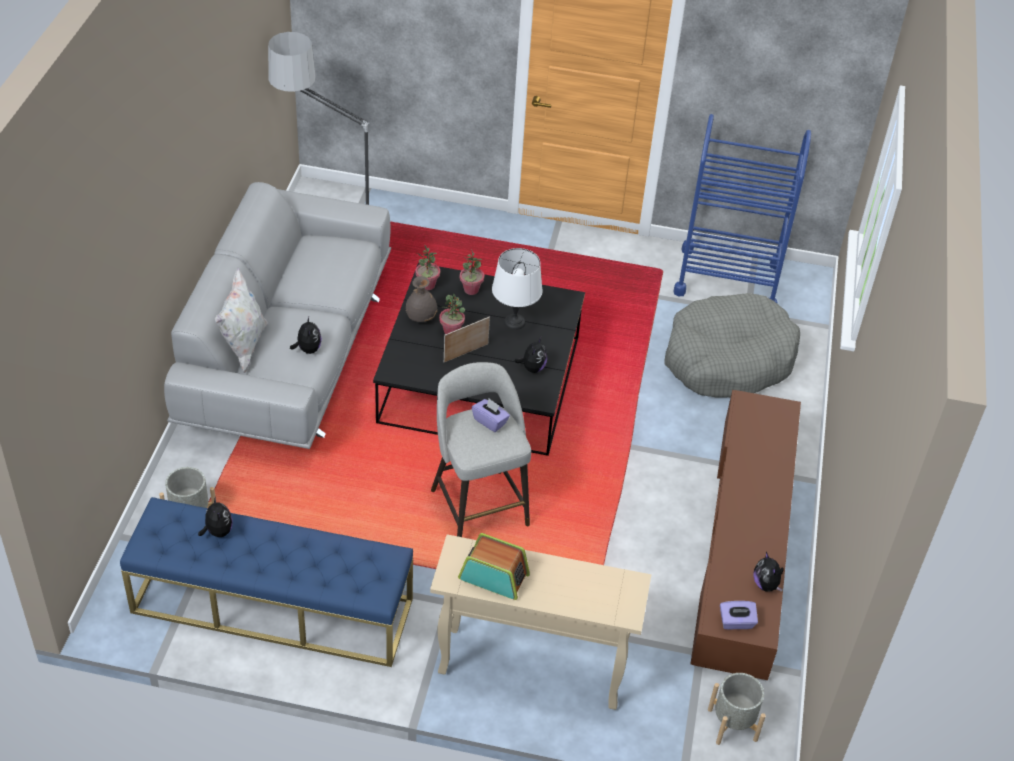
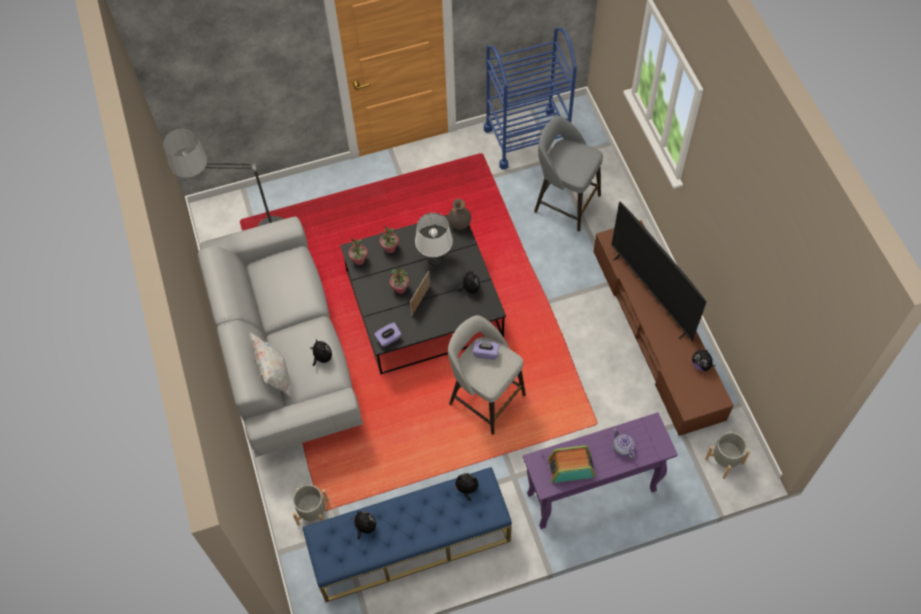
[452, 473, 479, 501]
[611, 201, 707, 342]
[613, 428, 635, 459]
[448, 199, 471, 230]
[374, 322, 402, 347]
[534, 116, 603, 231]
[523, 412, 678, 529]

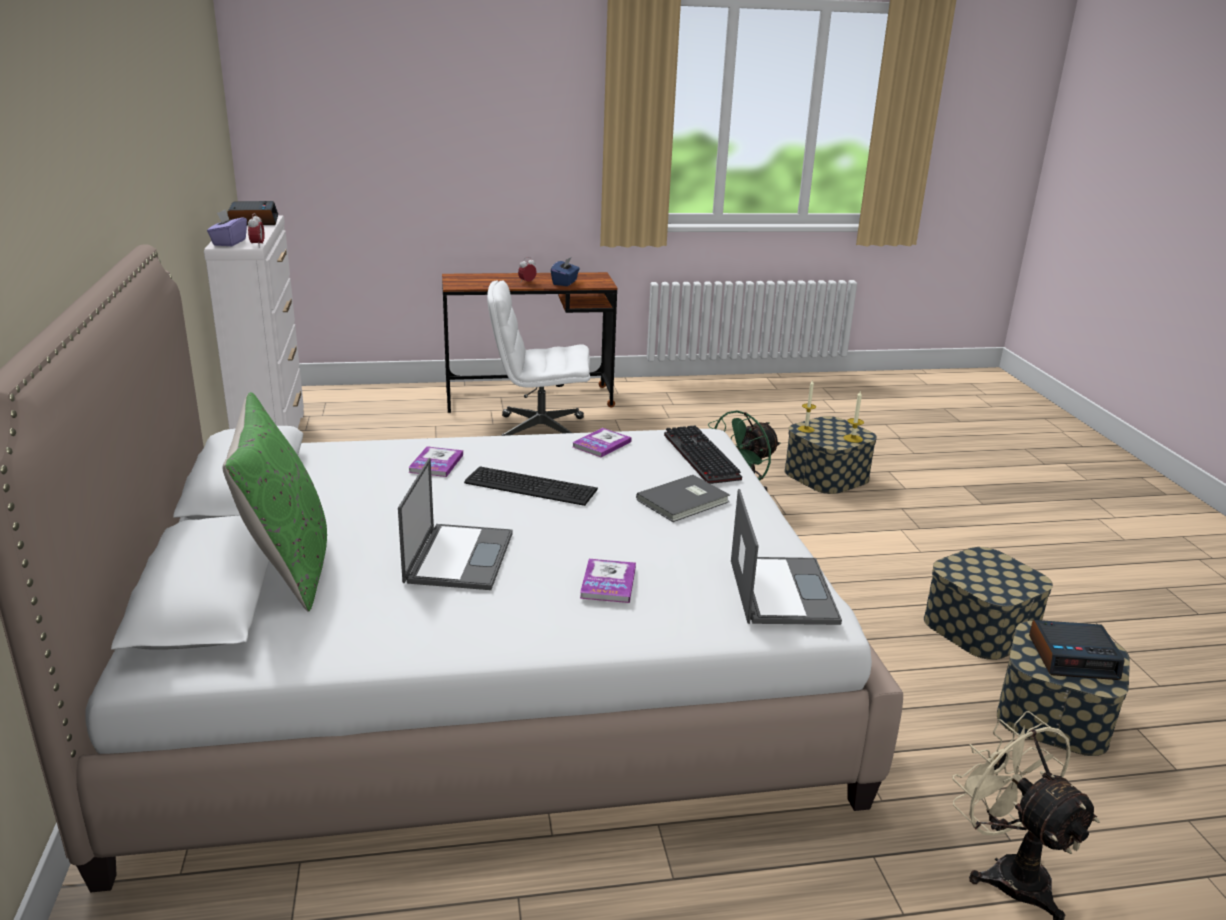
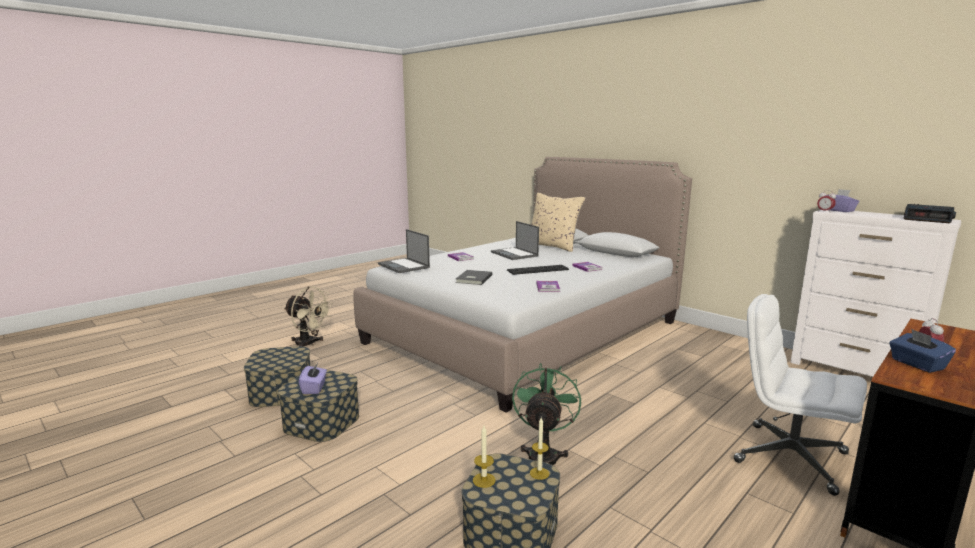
[664, 425, 742, 484] (first image)
[1029, 620, 1125, 680] (first image)
[299, 363, 327, 394]
[531, 193, 585, 252]
[734, 294, 867, 496]

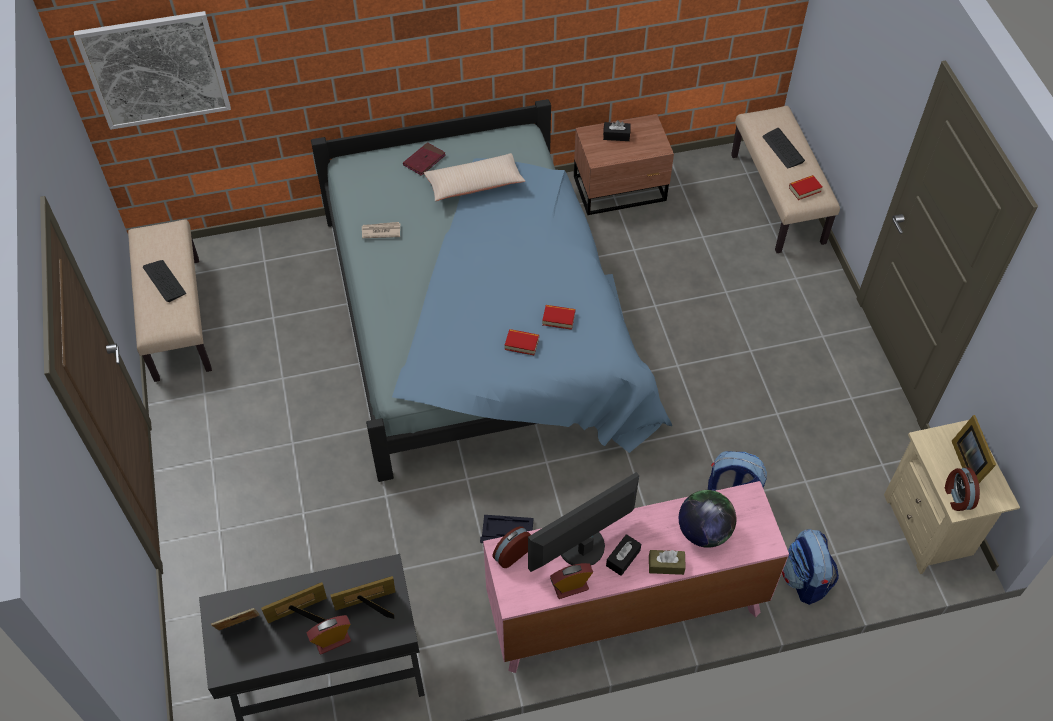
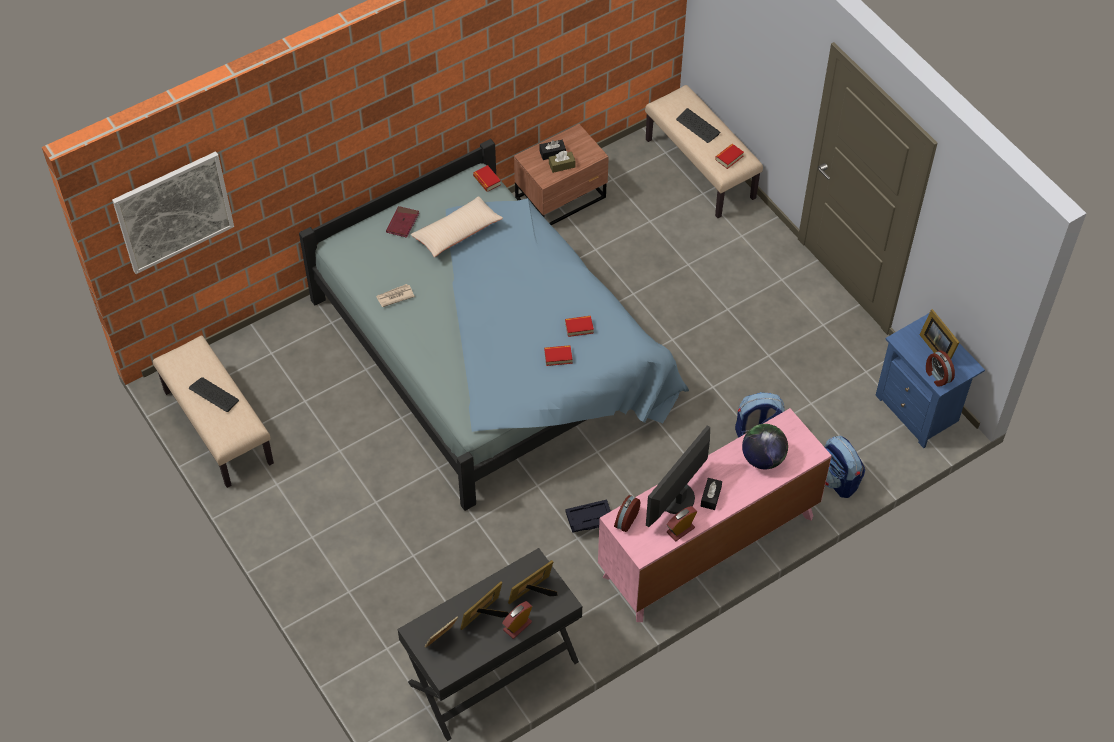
[473, 165, 501, 192]
[549, 151, 575, 173]
[875, 313, 985, 448]

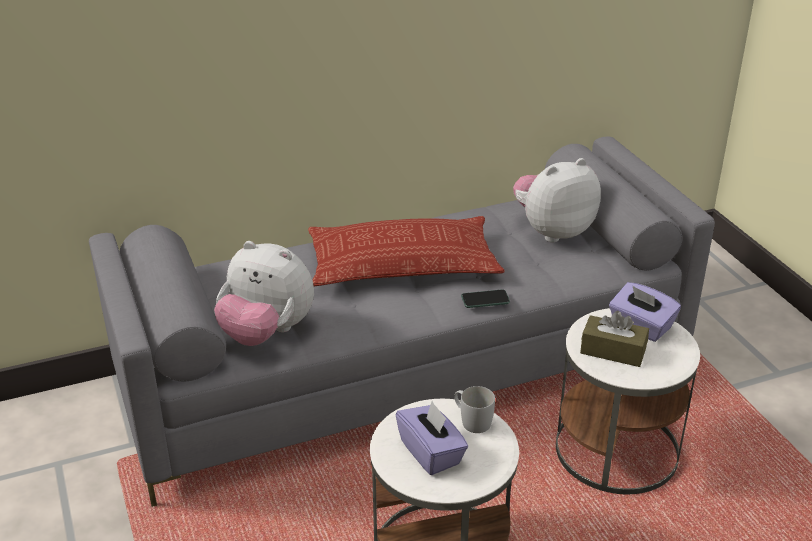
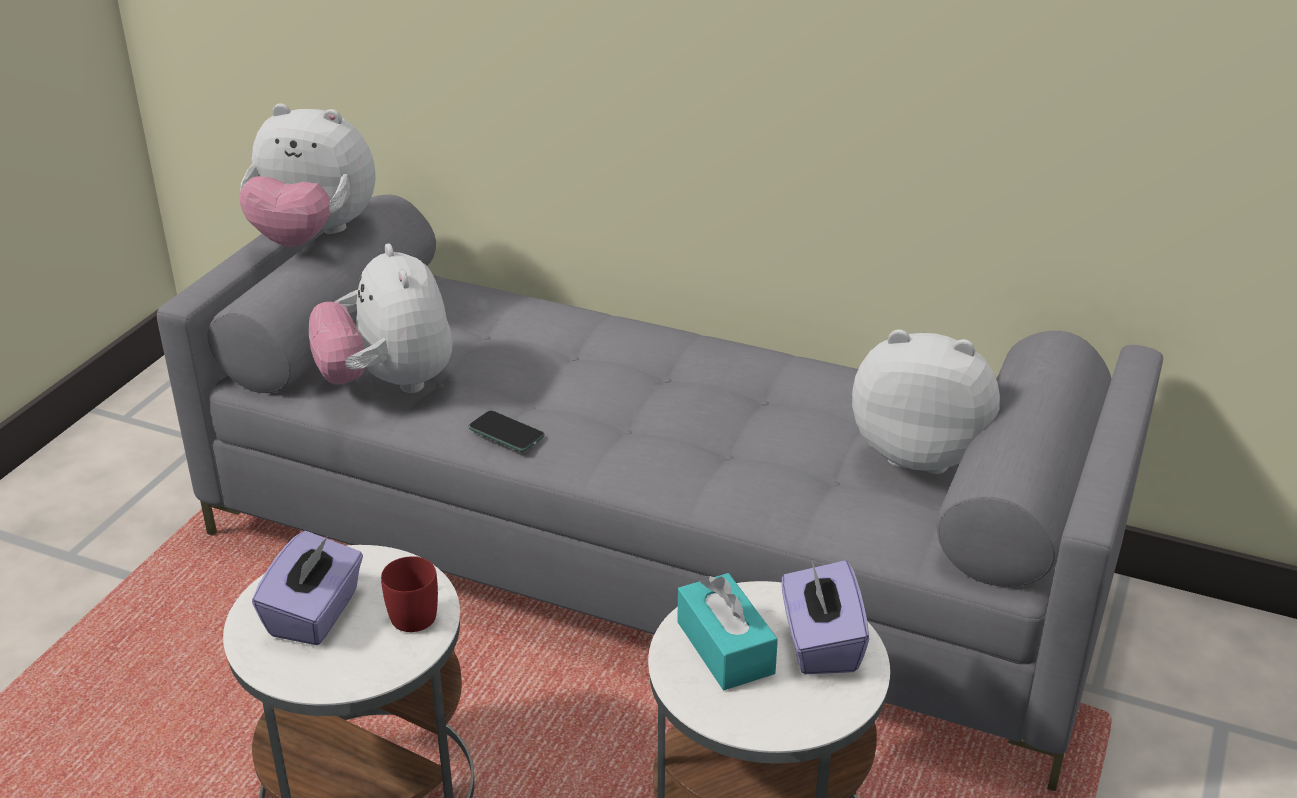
[308, 216, 505, 286] (first image)
[239, 103, 376, 247]
[468, 410, 545, 452]
[381, 556, 438, 632]
[677, 573, 778, 690]

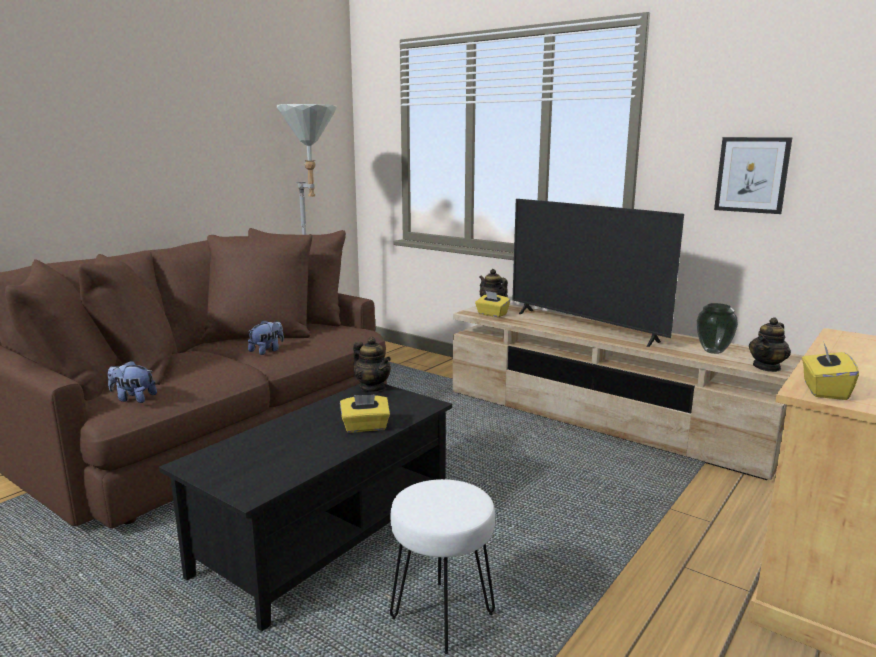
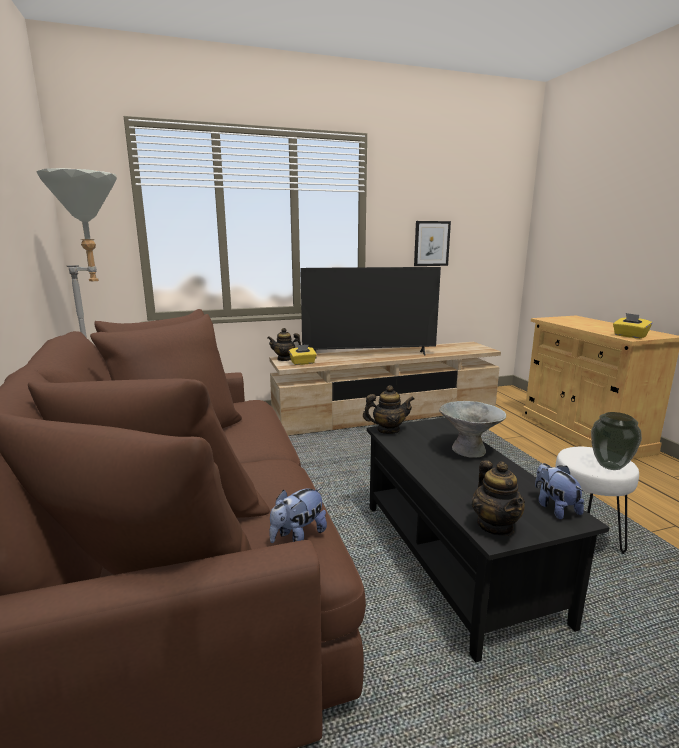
[535, 463, 584, 519]
[591, 412, 642, 470]
[472, 461, 525, 536]
[439, 401, 506, 458]

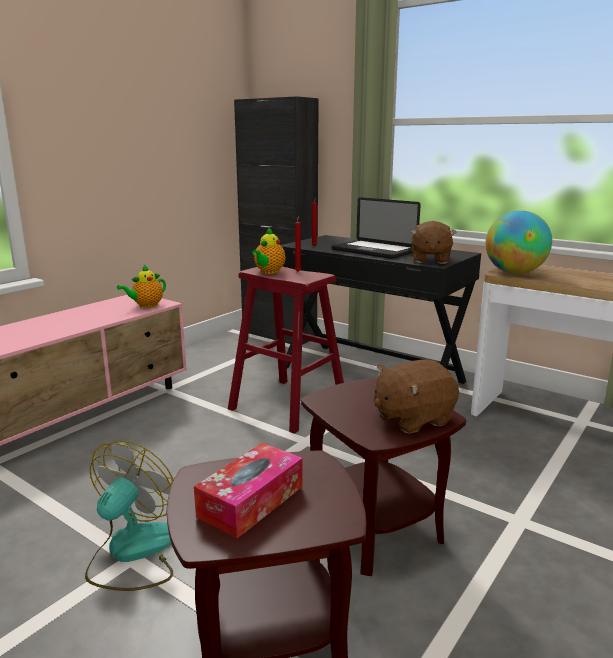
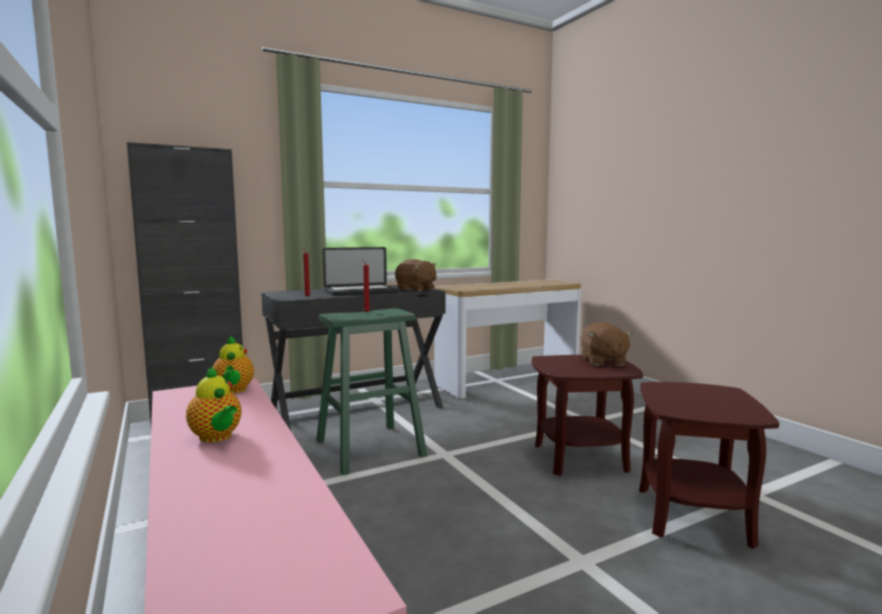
[85, 441, 173, 591] (first image)
[194, 443, 302, 539] (first image)
[486, 211, 552, 274] (first image)
[186, 366, 241, 442]
[316, 308, 427, 475]

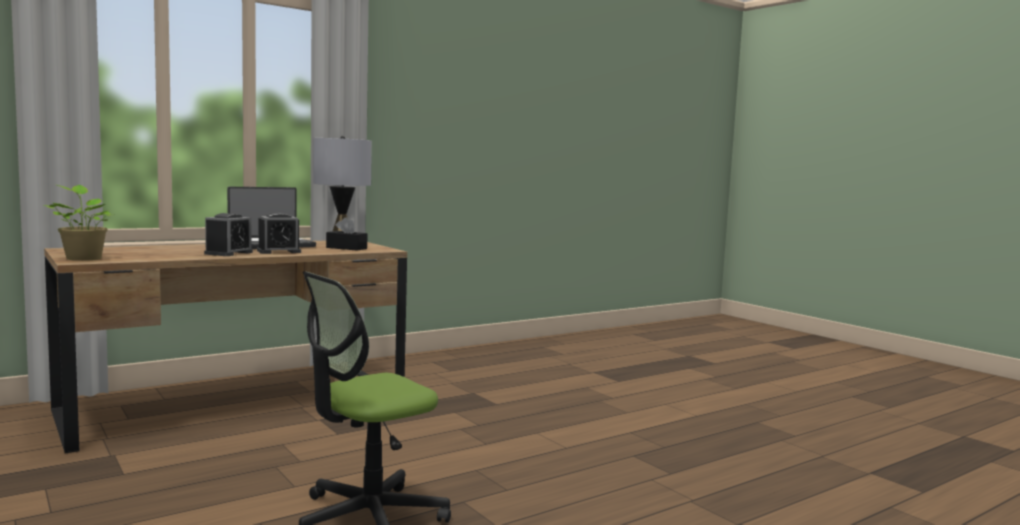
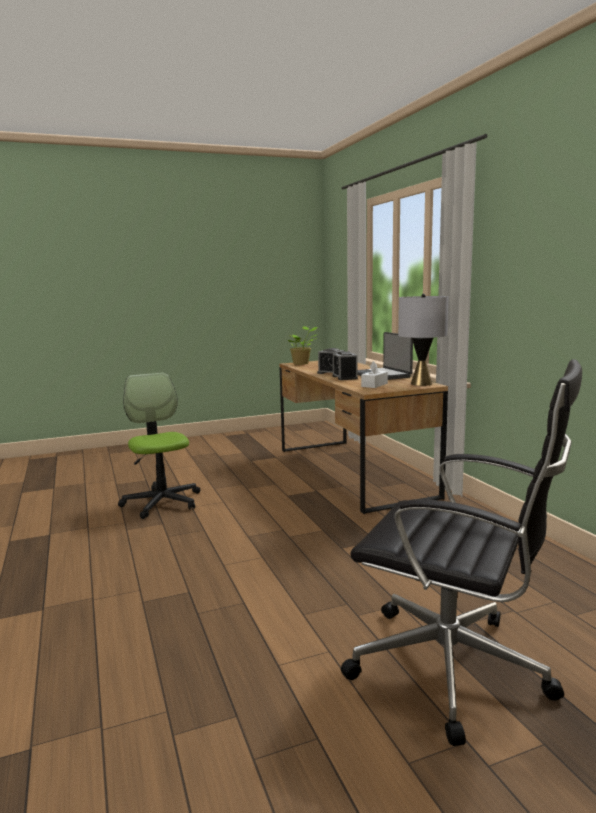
[341, 359, 582, 746]
[361, 361, 388, 388]

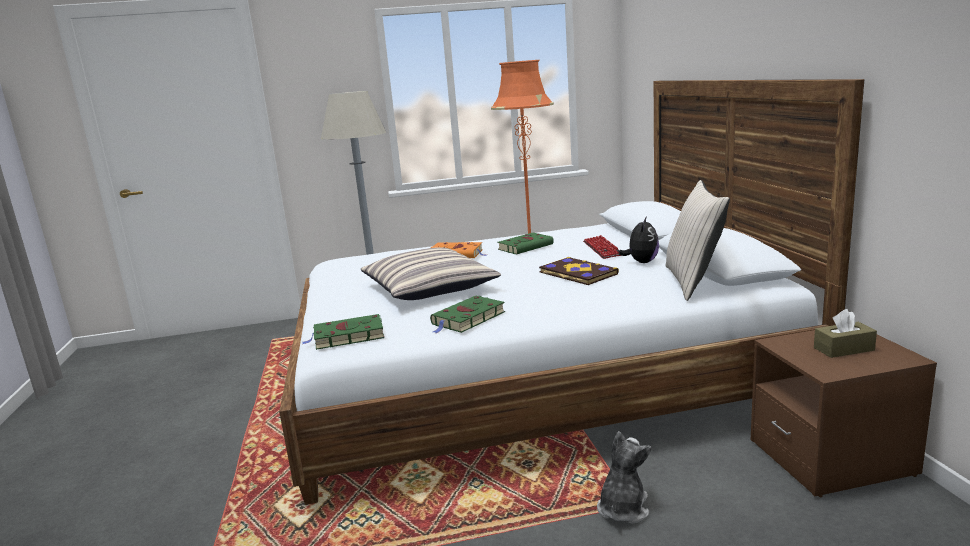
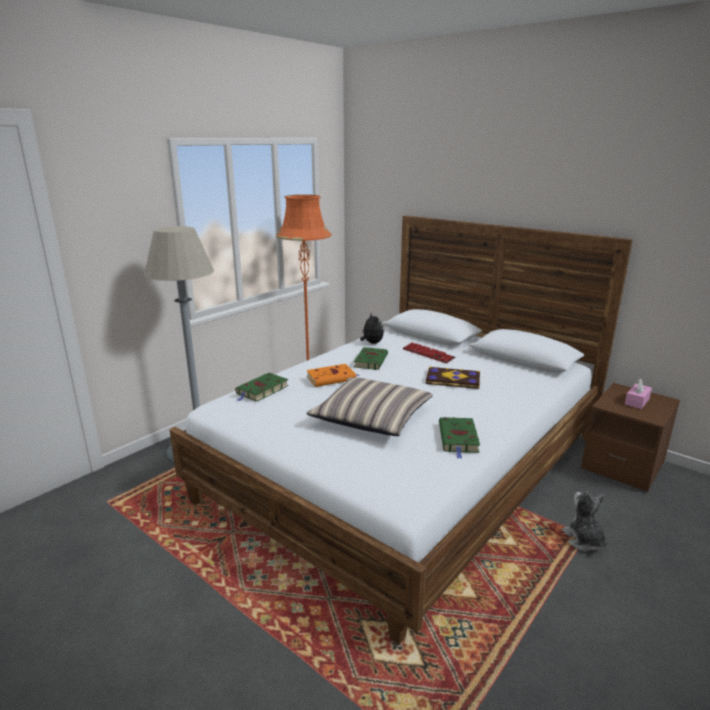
[665, 180, 730, 301] (first image)
[235, 373, 289, 402]
[360, 312, 384, 344]
[625, 378, 652, 409]

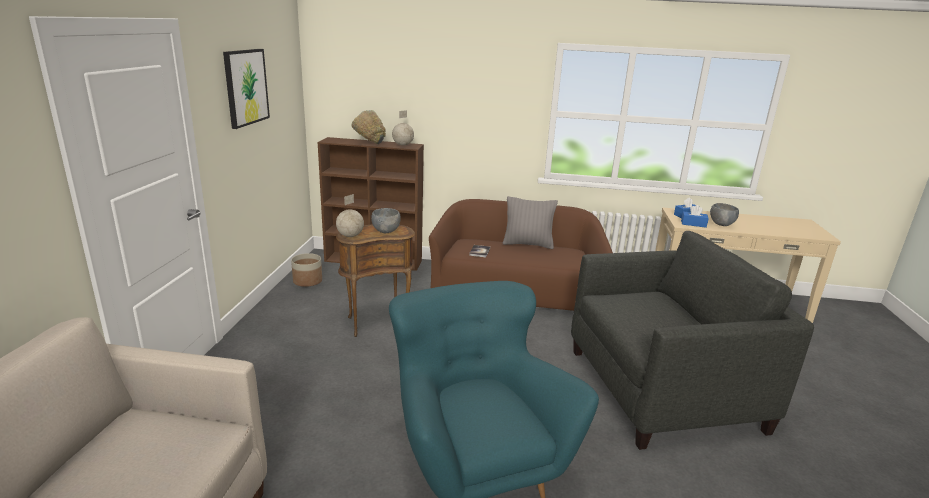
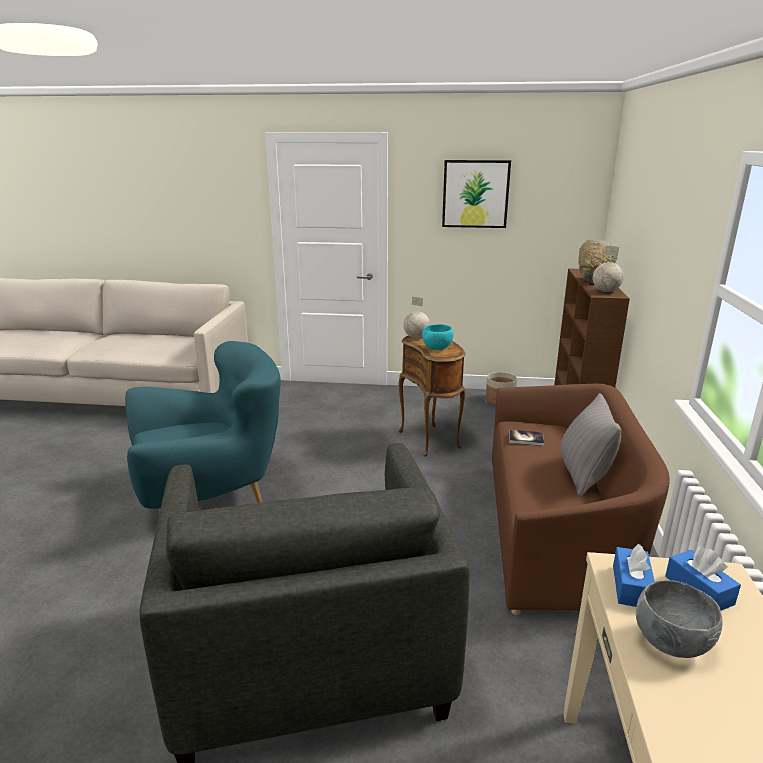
[422, 324, 454, 350]

